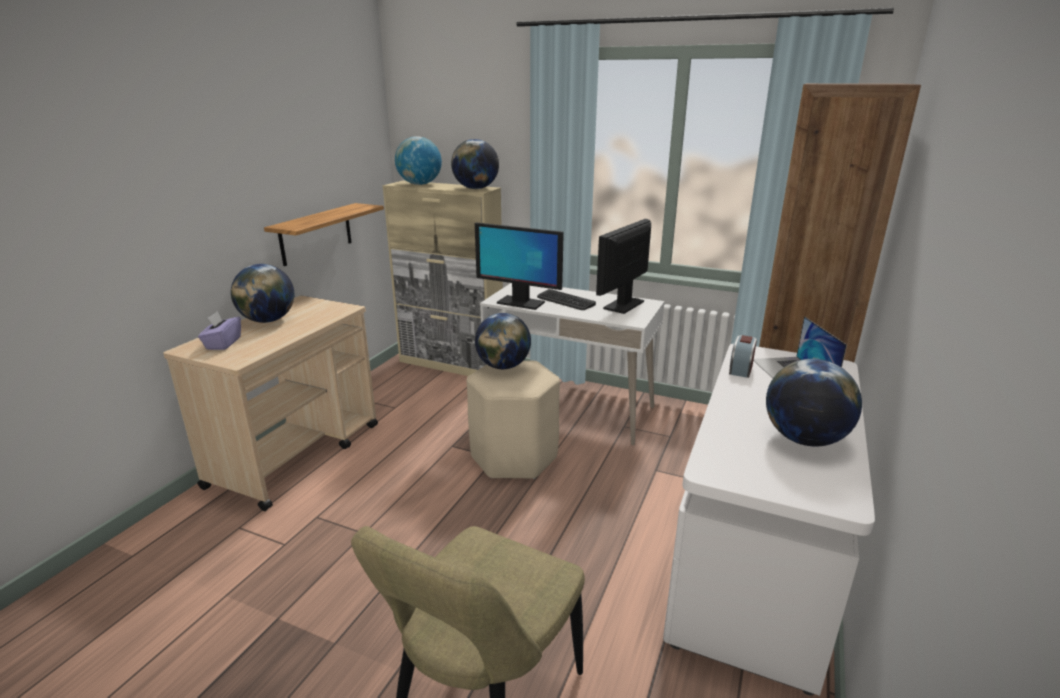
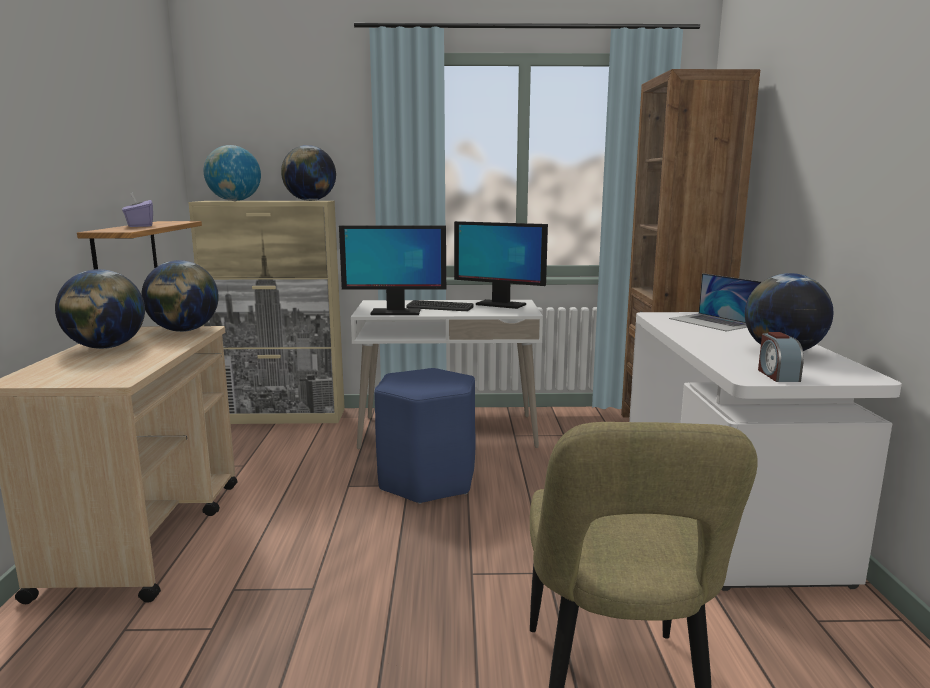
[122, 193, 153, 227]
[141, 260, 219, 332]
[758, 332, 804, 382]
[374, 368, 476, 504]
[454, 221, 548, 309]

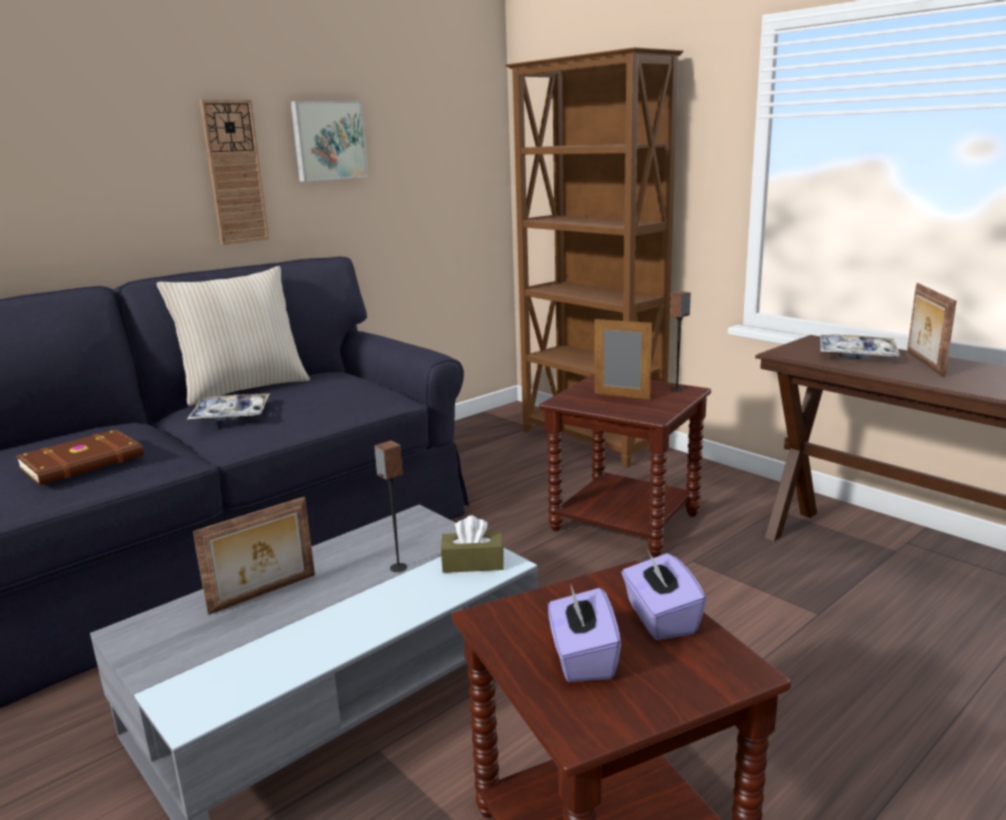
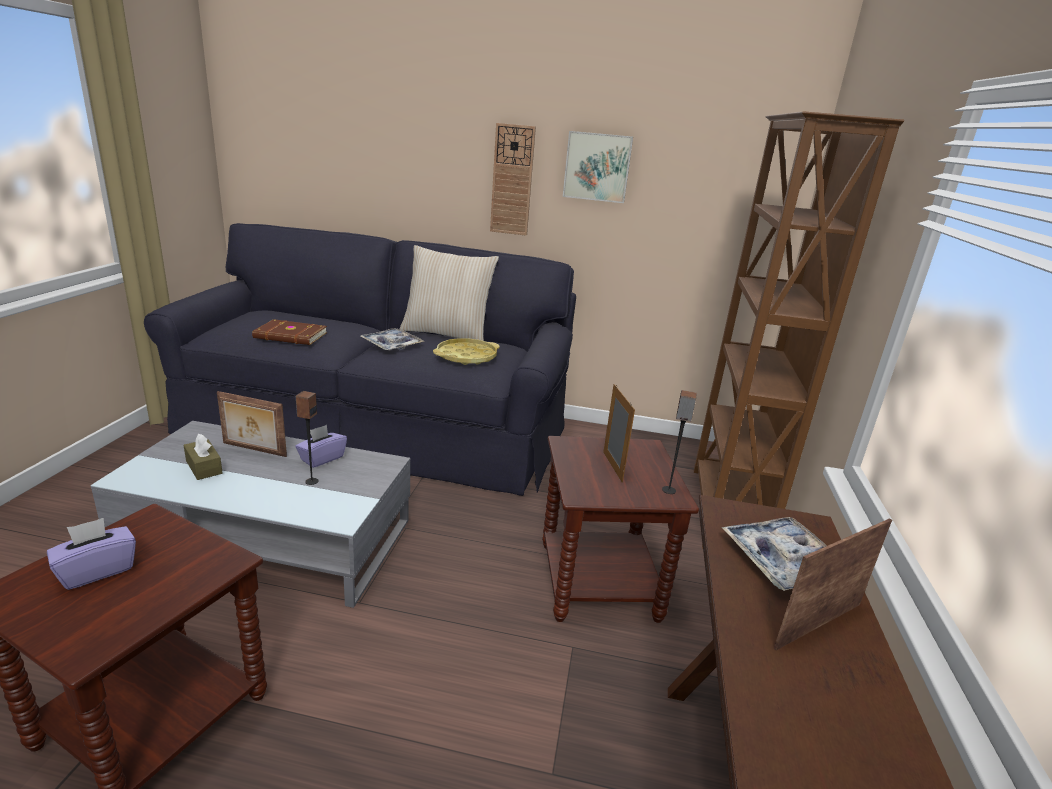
[433, 338, 500, 365]
[183, 434, 223, 480]
[295, 425, 347, 468]

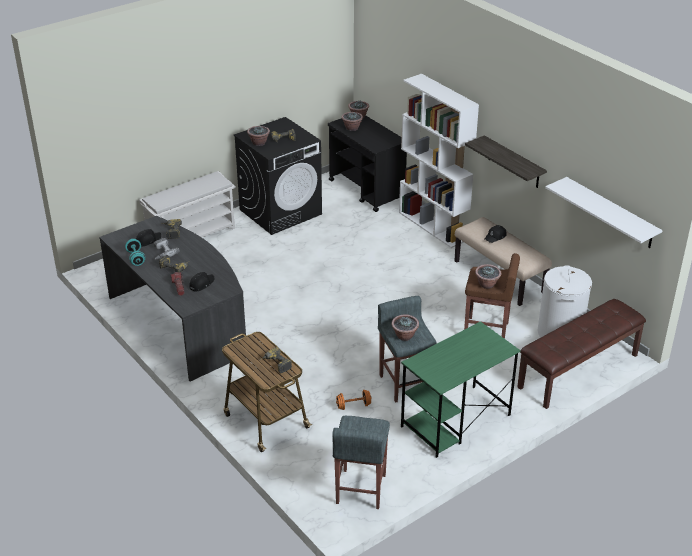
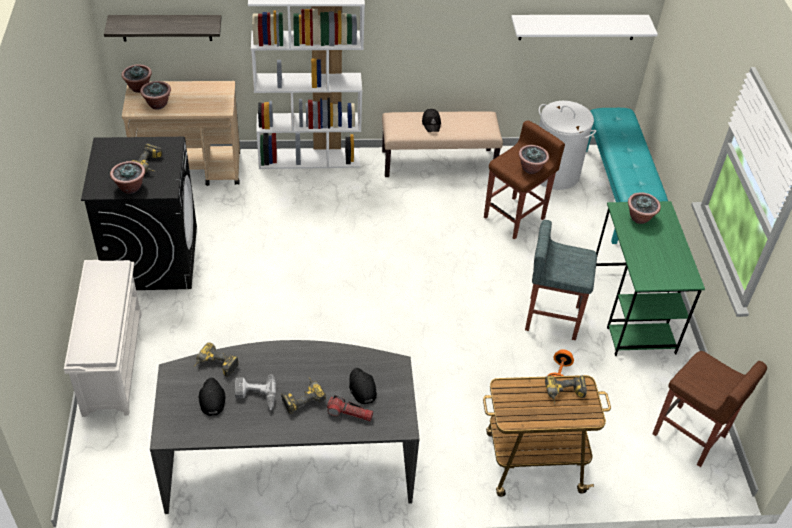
[125, 239, 145, 266] (first image)
[628, 192, 661, 224]
[104, 15, 221, 41]
[122, 81, 240, 186]
[652, 351, 767, 467]
[586, 108, 668, 244]

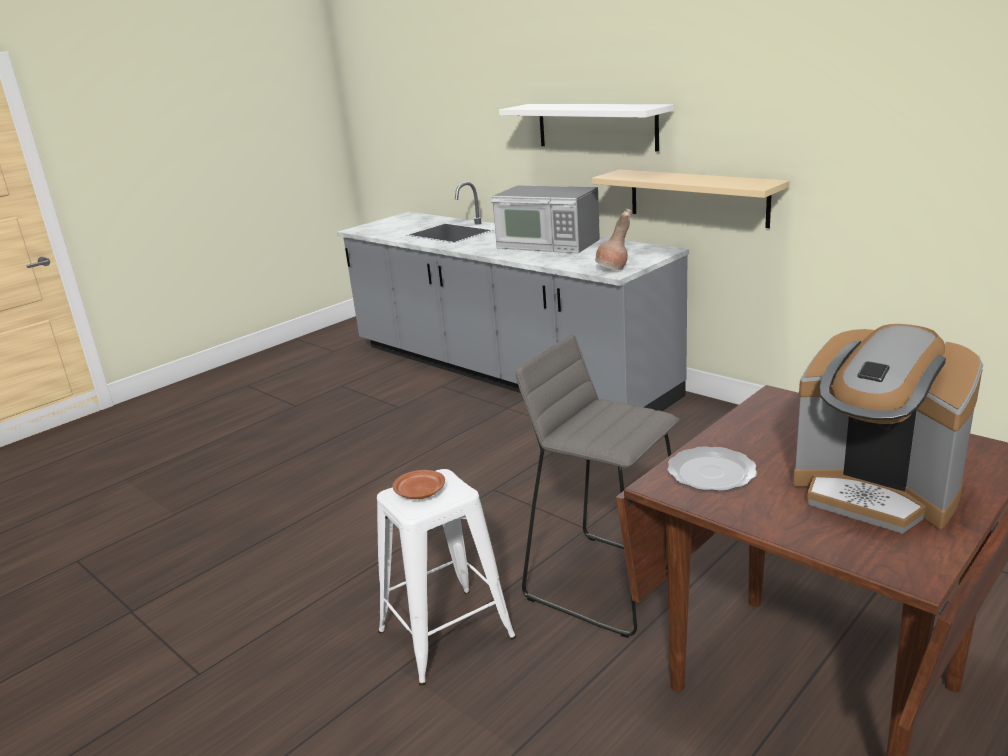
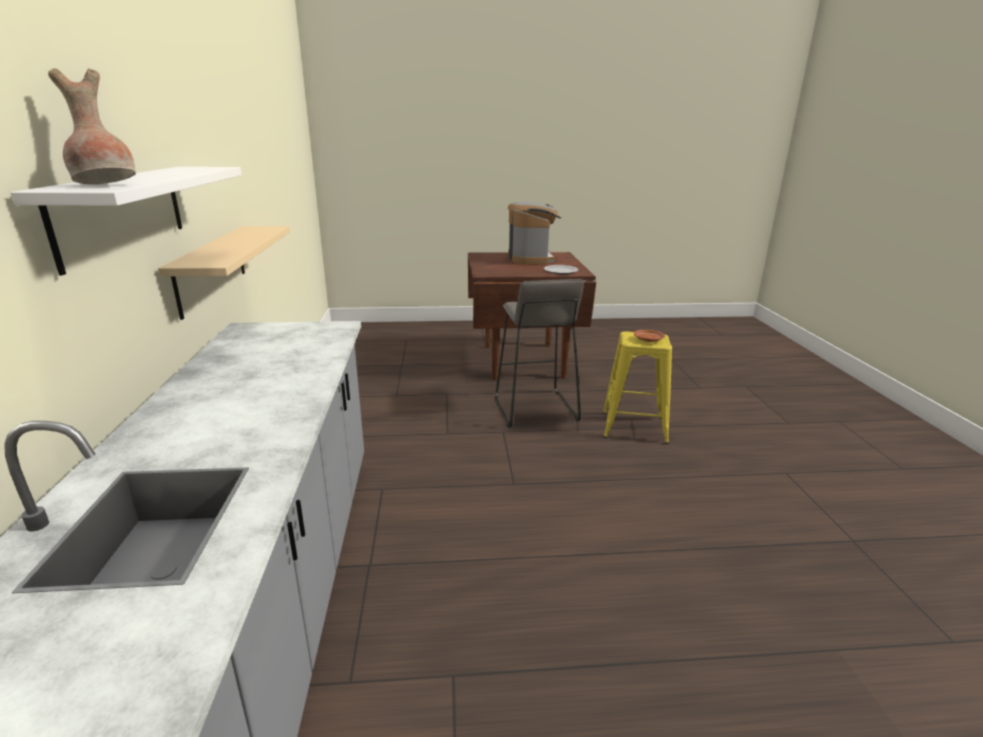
[491, 185, 600, 253] (first image)
[48, 68, 136, 185]
[603, 331, 672, 444]

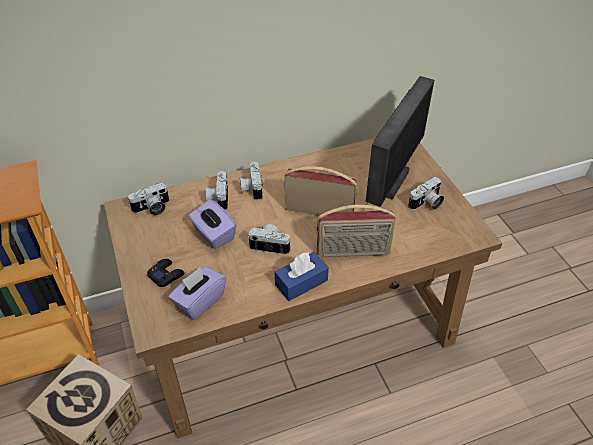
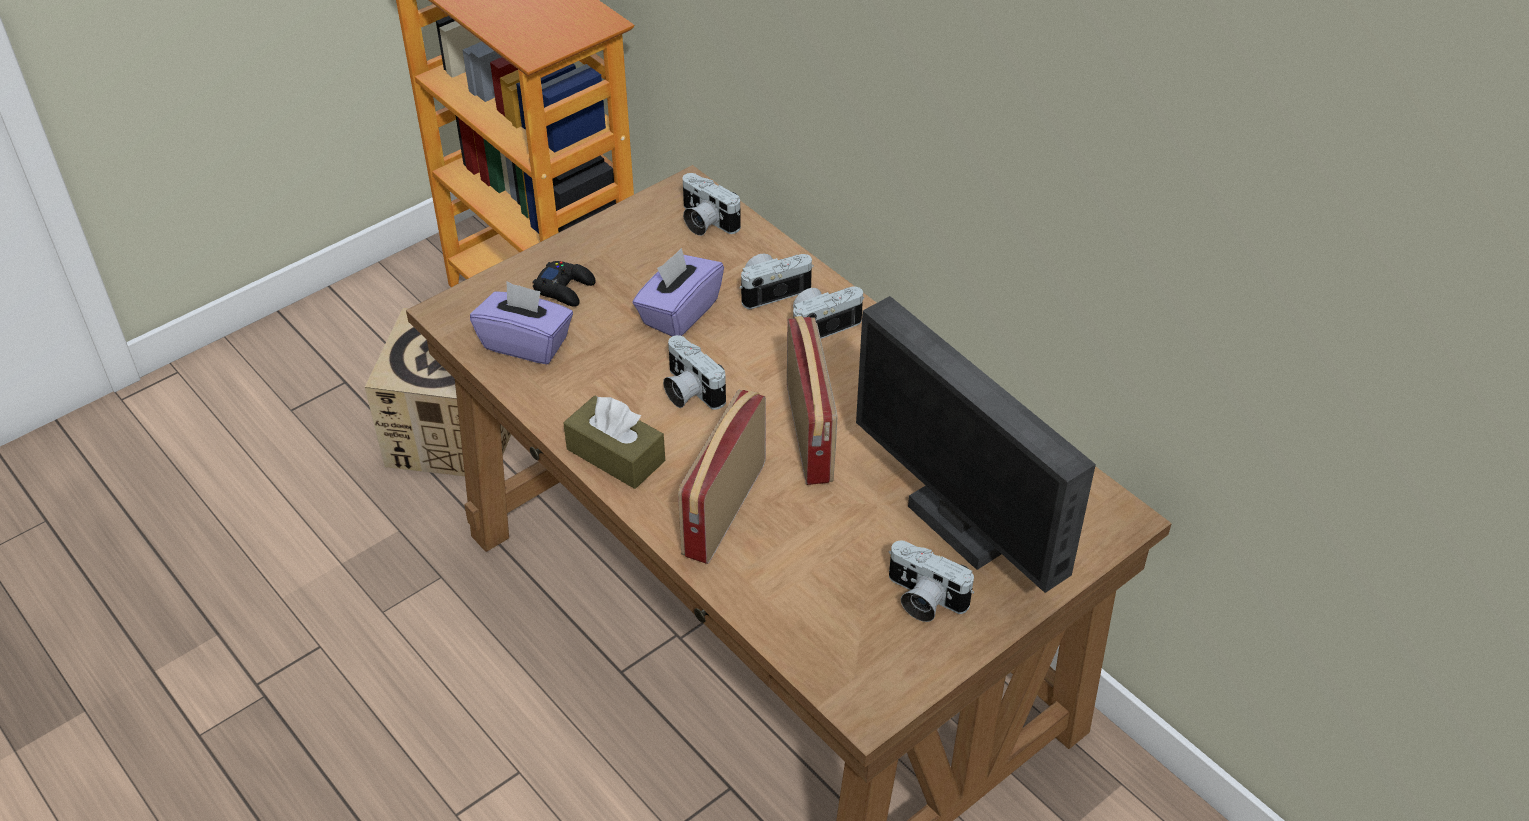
[563, 396, 665, 489]
[663, 335, 726, 410]
[678, 390, 766, 564]
[856, 296, 1096, 593]

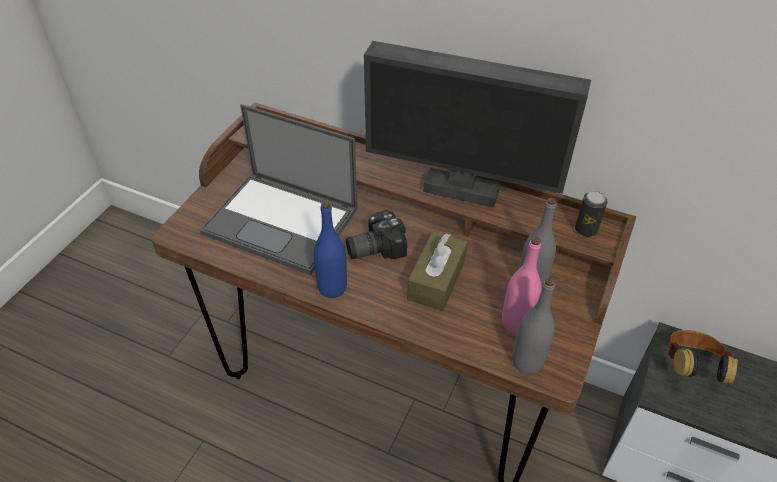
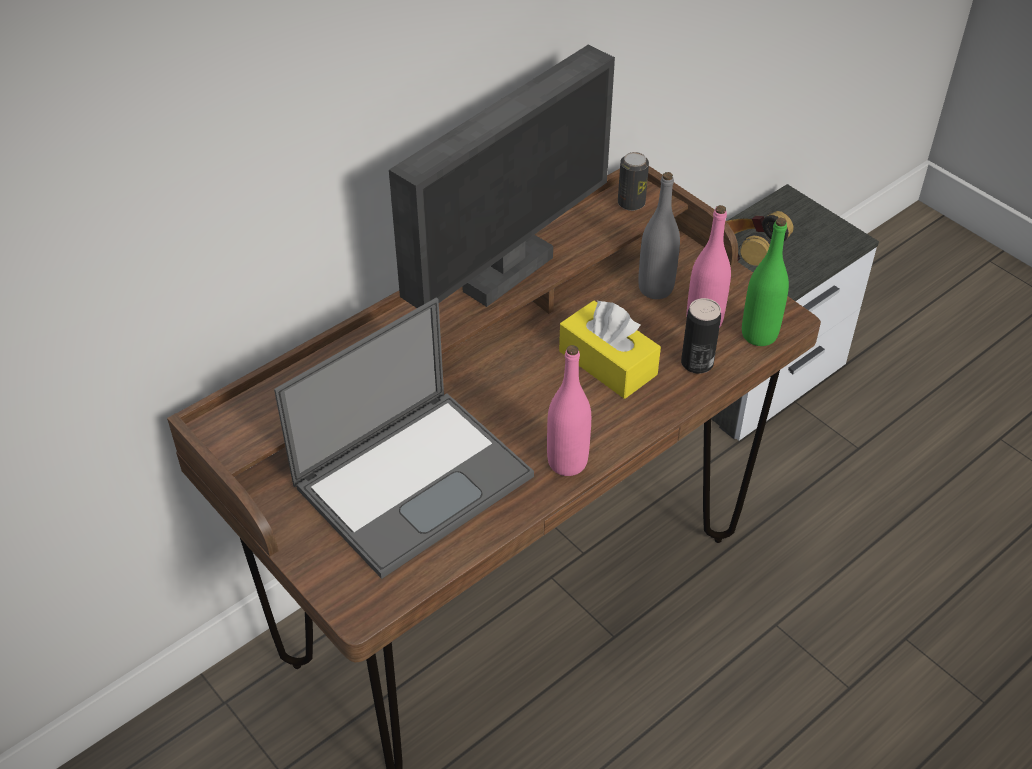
[346, 210, 407, 259] (first image)
[681, 298, 721, 374]
[547, 345, 591, 476]
[559, 300, 661, 399]
[742, 218, 789, 346]

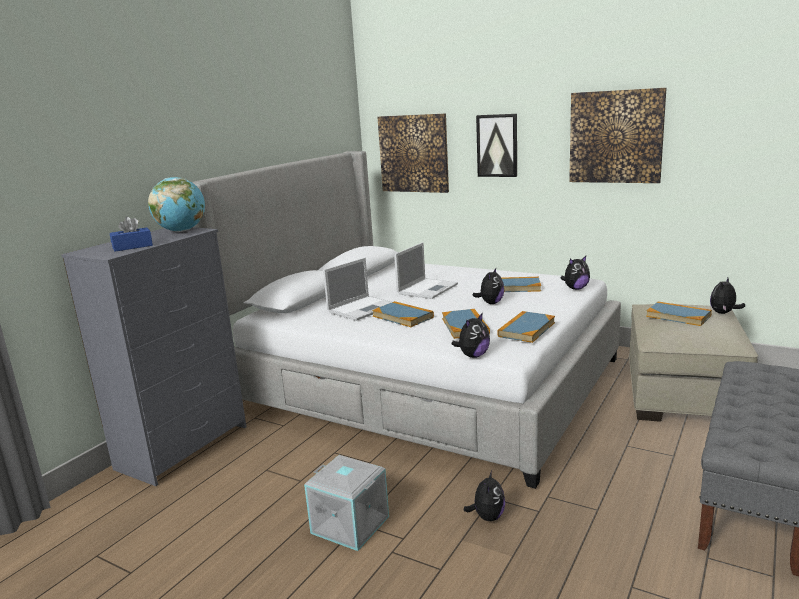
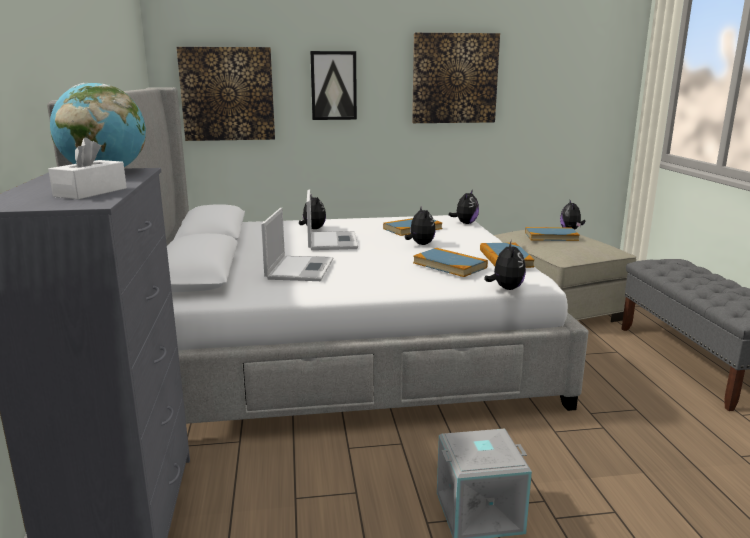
[372, 301, 434, 327] (first image)
[299, 193, 326, 229]
[48, 138, 127, 199]

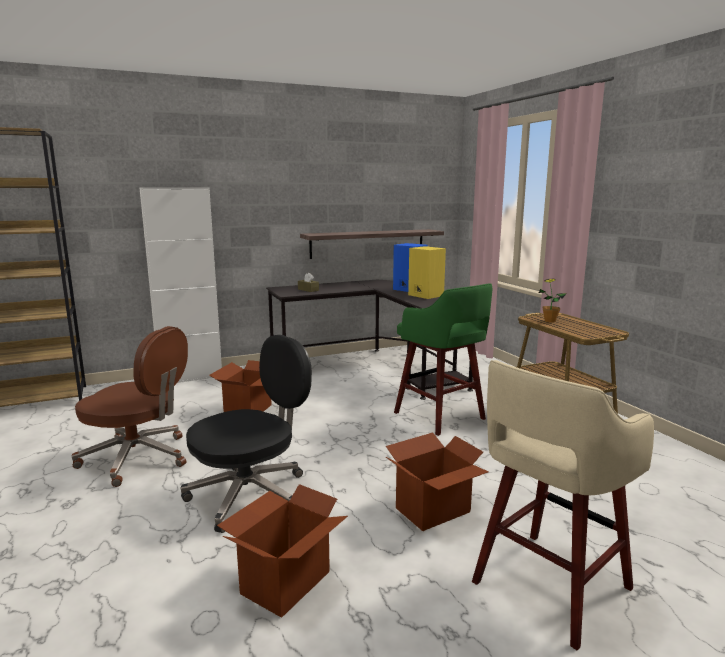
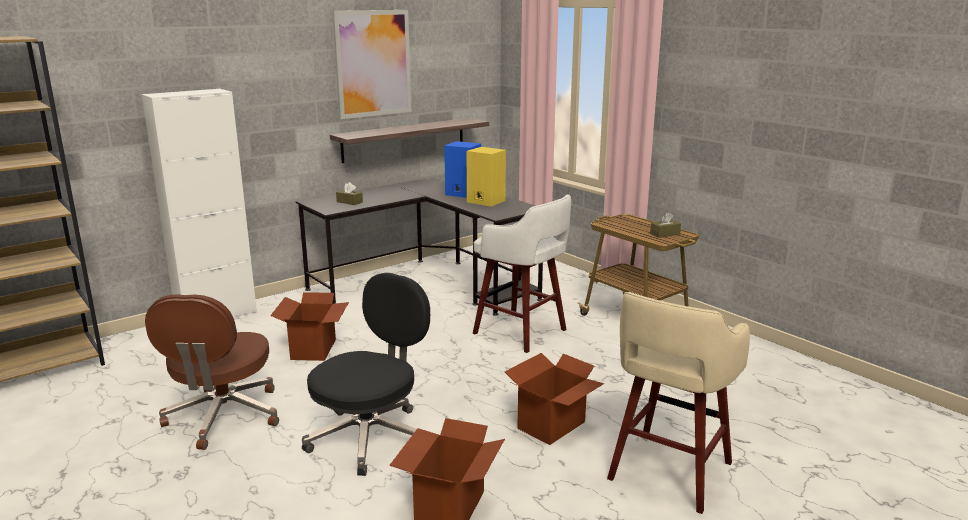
[539, 278, 567, 323] (first image)
[332, 10, 411, 119]
[650, 213, 681, 238]
[473, 195, 571, 353]
[145, 294, 279, 450]

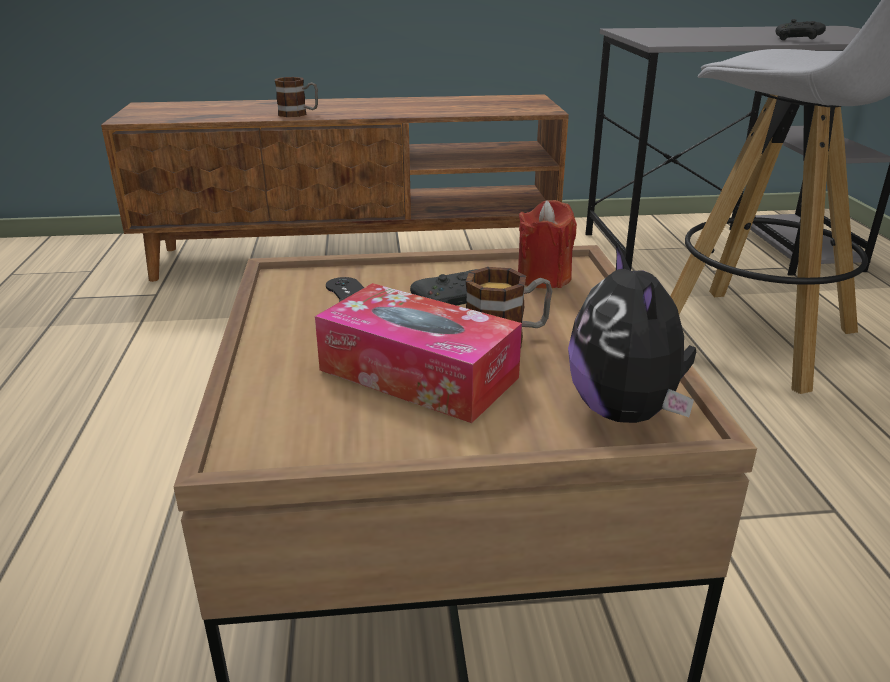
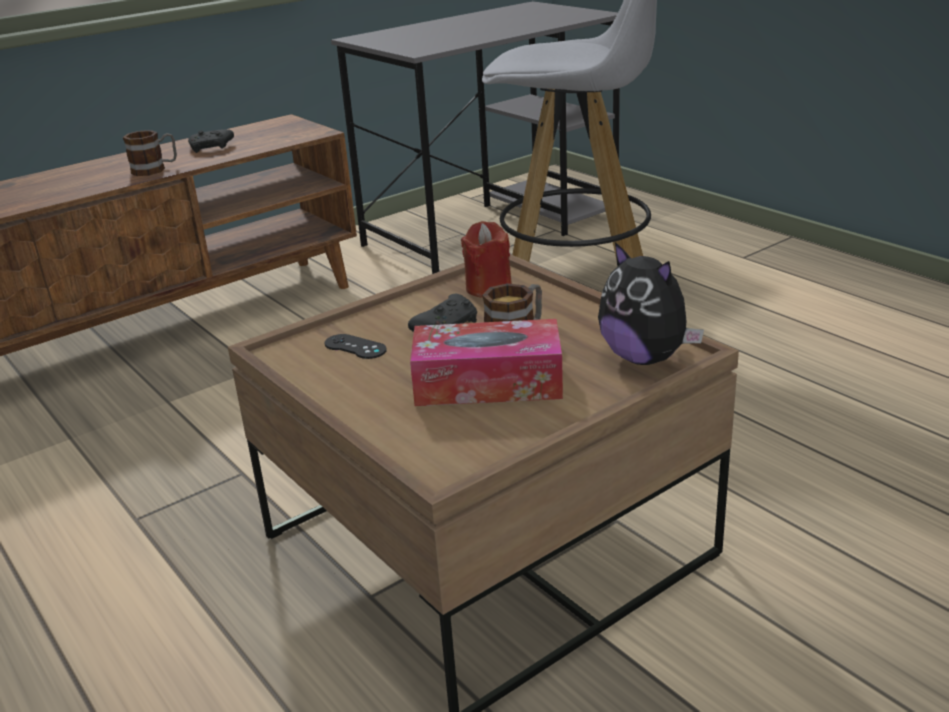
[123, 130, 177, 176]
[188, 129, 234, 153]

